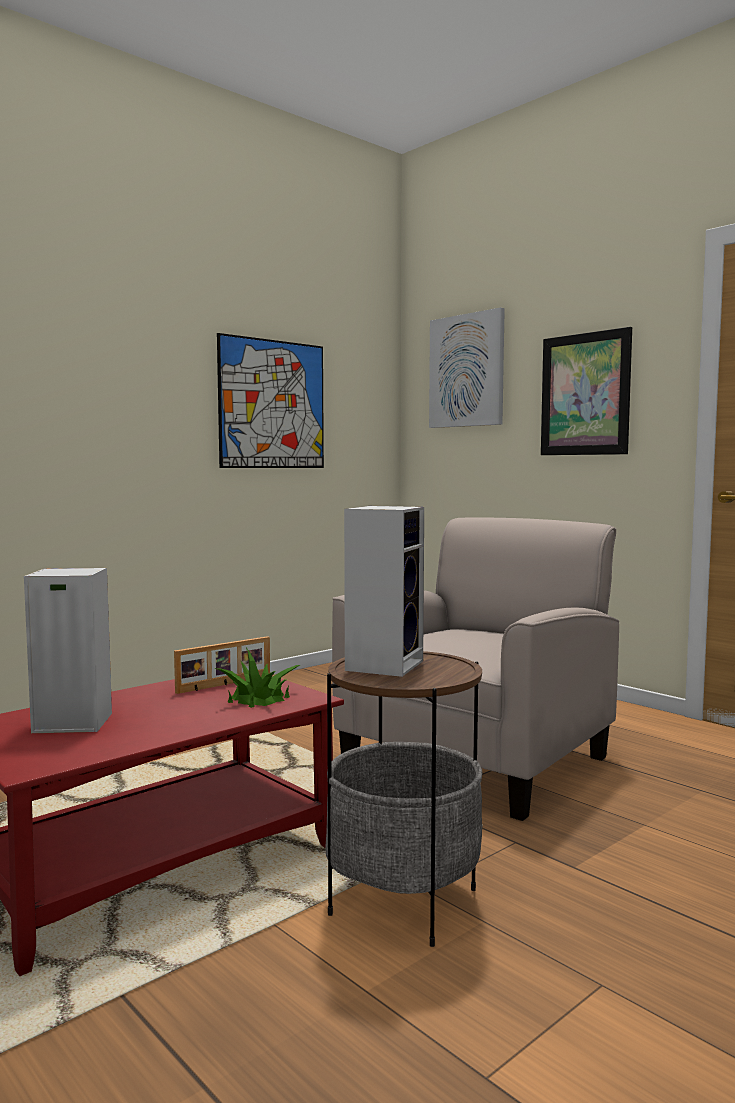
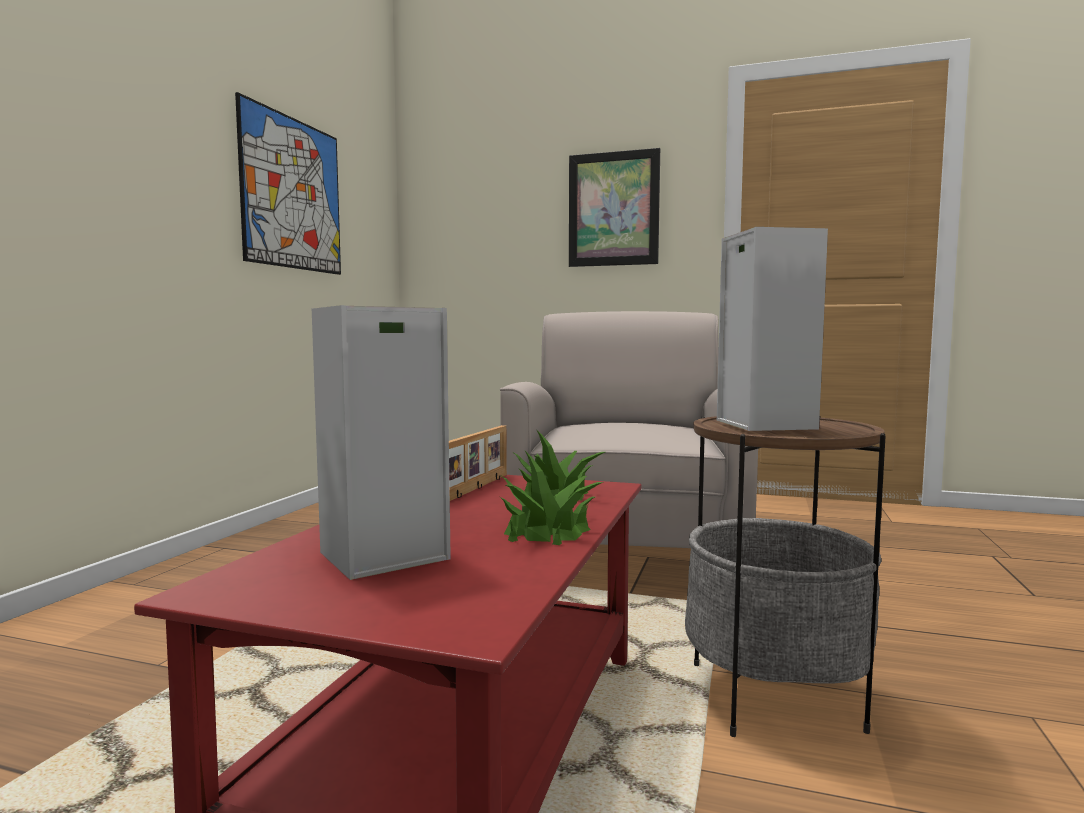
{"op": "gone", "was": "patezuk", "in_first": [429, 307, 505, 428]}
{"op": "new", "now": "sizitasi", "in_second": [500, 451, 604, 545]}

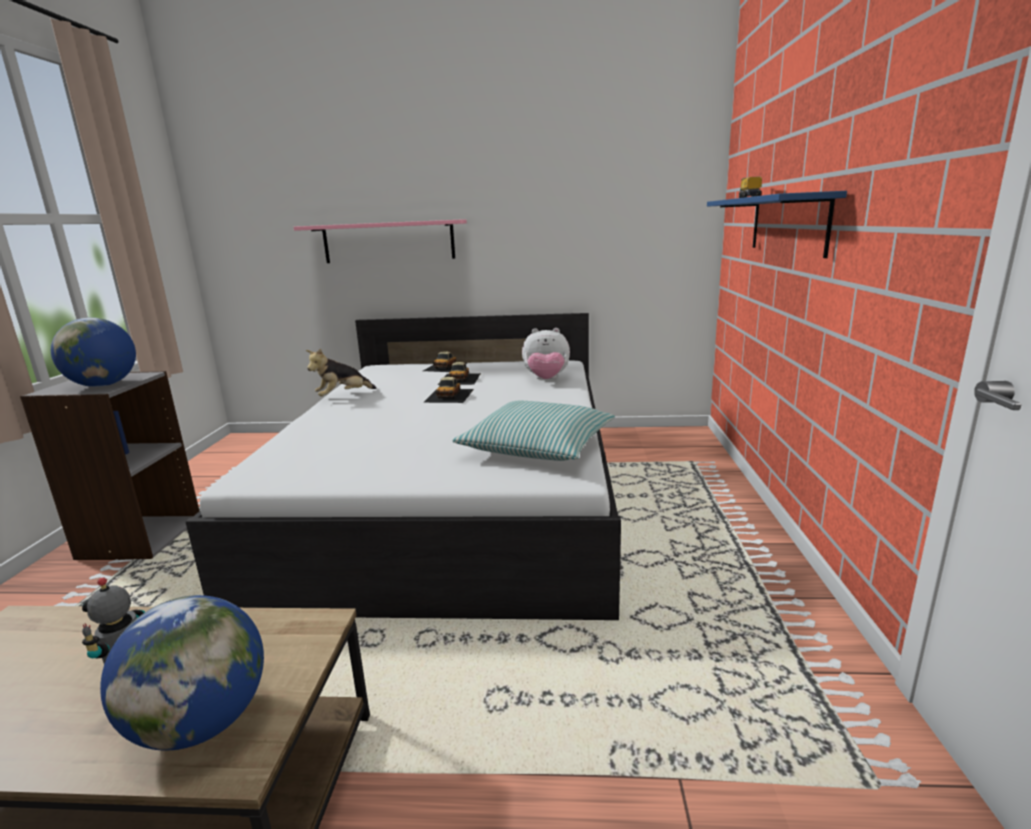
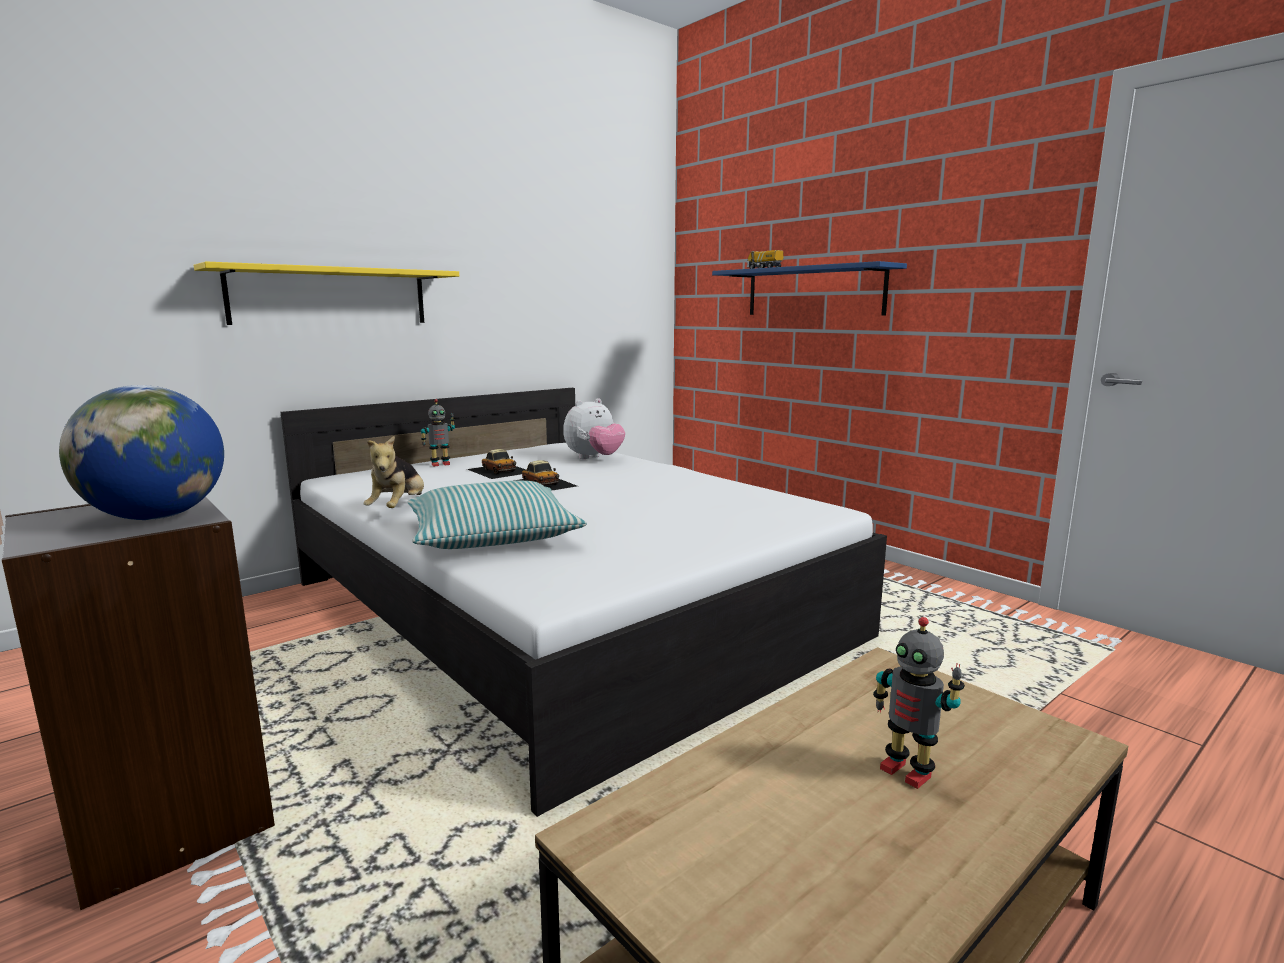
{"op": "gone", "was": "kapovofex", "in_first": [100, 595, 264, 751]}
{"op": "shifted", "was": "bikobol", "in_first": [452, 401, 615, 461], "in_second": [407, 480, 587, 549]}
{"op": "swapped", "was": "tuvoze", "now": "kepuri", "in_first": [423, 351, 467, 372], "in_second": [421, 399, 455, 466]}
{"op": "repainted", "was": "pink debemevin", "now": "yellow debemevin", "in_first": [294, 220, 467, 263], "in_second": [194, 261, 459, 325]}

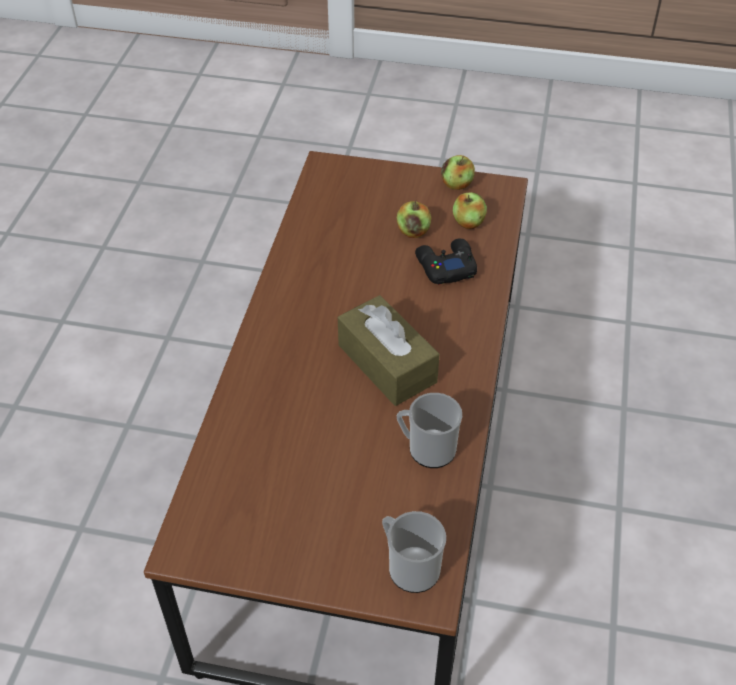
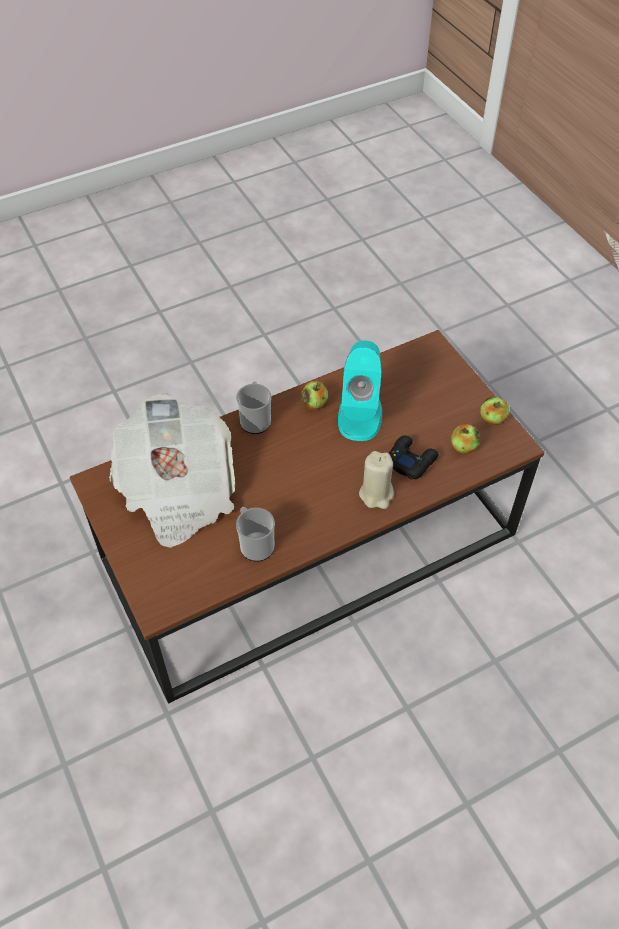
{"op": "gone", "was": "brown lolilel", "in_first": [338, 295, 439, 406]}
{"op": "new", "now": "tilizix", "in_second": [109, 394, 235, 548]}
{"op": "new", "now": "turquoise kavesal", "in_second": [338, 341, 382, 441]}
{"op": "new", "now": "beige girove", "in_second": [359, 451, 394, 509]}
{"op": "shifted", "was": "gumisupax", "in_first": [382, 511, 446, 593], "in_second": [236, 381, 271, 434]}
{"op": "shifted", "was": "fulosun", "in_first": [397, 200, 431, 238], "in_second": [301, 381, 328, 410]}

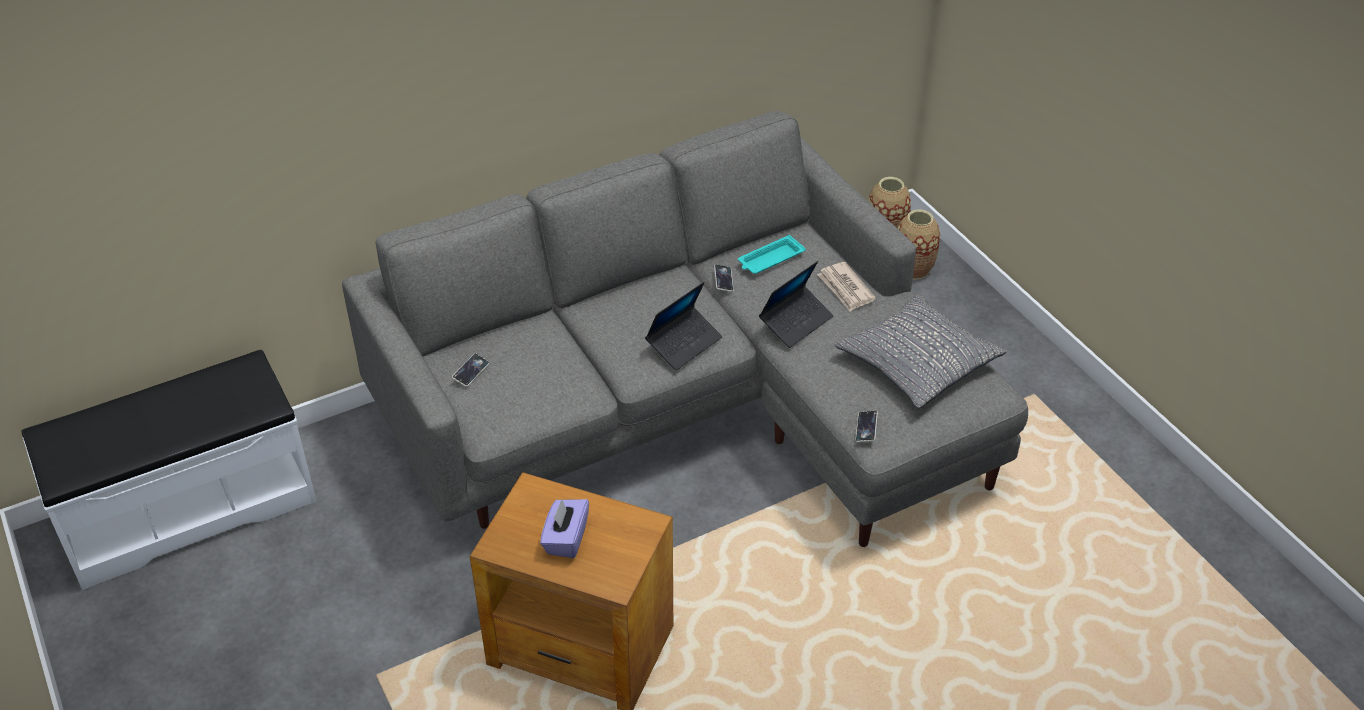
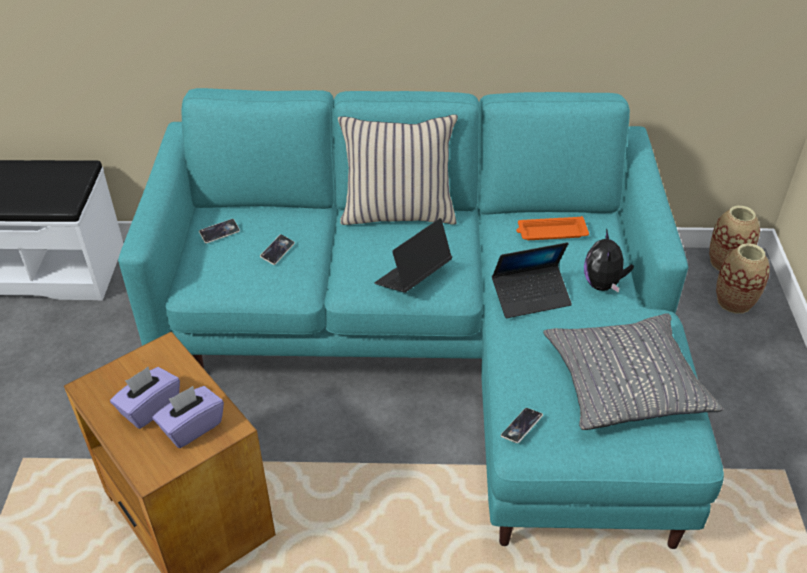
{"op": "new", "now": "purple lolilel", "in_second": [152, 386, 224, 448]}
{"op": "new", "now": "beige bikobol", "in_second": [338, 114, 458, 225]}
{"op": "shifted", "was": "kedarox", "in_first": [714, 265, 734, 292], "in_second": [260, 234, 295, 265]}
{"op": "swapped", "was": "tilizix", "now": "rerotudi", "in_first": [817, 262, 876, 312], "in_second": [584, 228, 634, 293]}
{"op": "repainted", "was": "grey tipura", "now": "turquoise tipura", "in_first": [342, 111, 1028, 547], "in_second": [118, 88, 724, 549]}
{"op": "repainted", "was": "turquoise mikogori", "now": "orange mikogori", "in_first": [738, 235, 806, 274], "in_second": [516, 216, 589, 240]}
{"op": "rotated", "was": "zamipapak", "in_first": [645, 282, 722, 370], "in_second": [375, 218, 452, 293], "clockwise": 150}

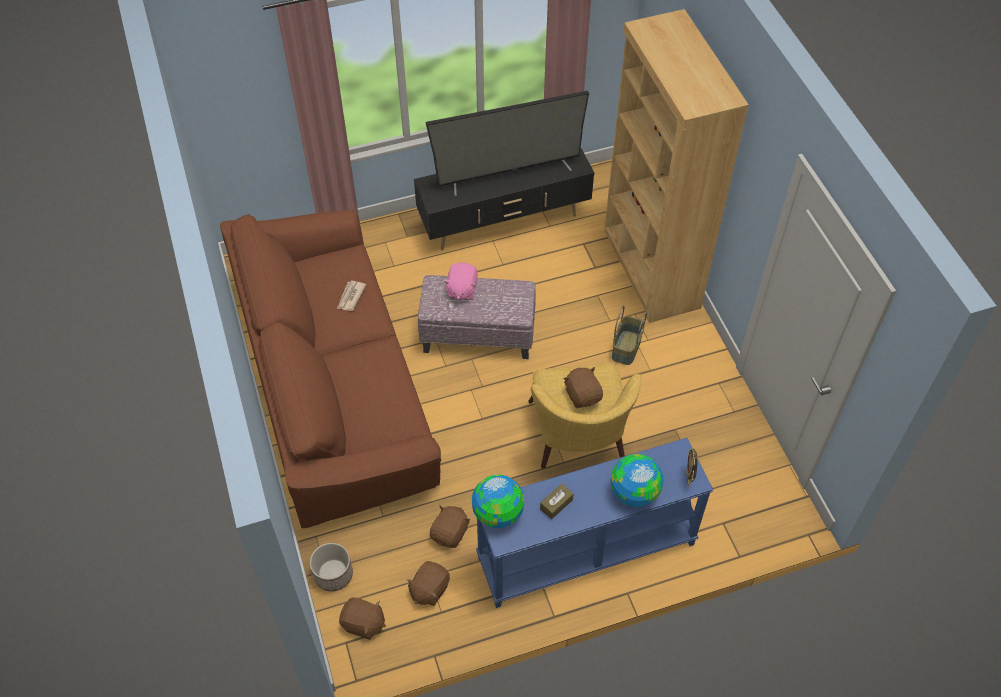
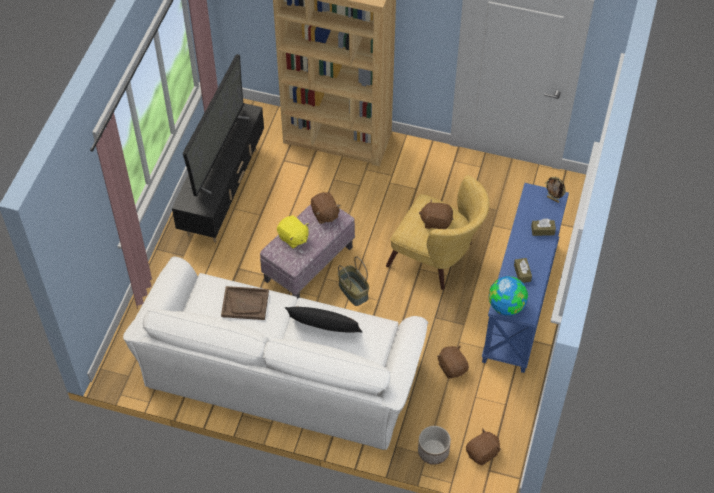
{"op": "new", "now": "black bikobol", "in_second": [285, 306, 363, 333]}
{"op": "shifted", "was": "brown rerotudi", "in_first": [407, 561, 450, 606], "in_second": [311, 192, 341, 224]}
{"op": "shifted", "was": "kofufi", "in_first": [612, 305, 647, 365], "in_second": [338, 256, 369, 306]}
{"op": "swapped", "was": "tilizix", "now": "brown mikogori", "in_first": [337, 281, 366, 311], "in_second": [221, 286, 269, 320]}
{"op": "swapped", "was": "kapovofex", "now": "brown lolilel", "in_first": [611, 454, 663, 507], "in_second": [531, 218, 556, 236]}
{"op": "repainted", "was": "brown tipura", "now": "white tipura", "in_first": [220, 209, 441, 528], "in_second": [123, 257, 428, 450]}
{"op": "repainted", "was": "pink rerotudi", "now": "yellow rerotudi", "in_first": [444, 262, 478, 300], "in_second": [277, 216, 309, 248]}

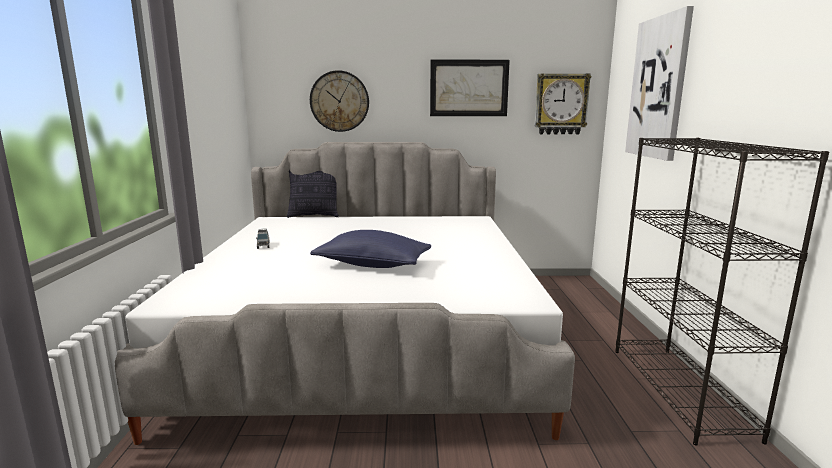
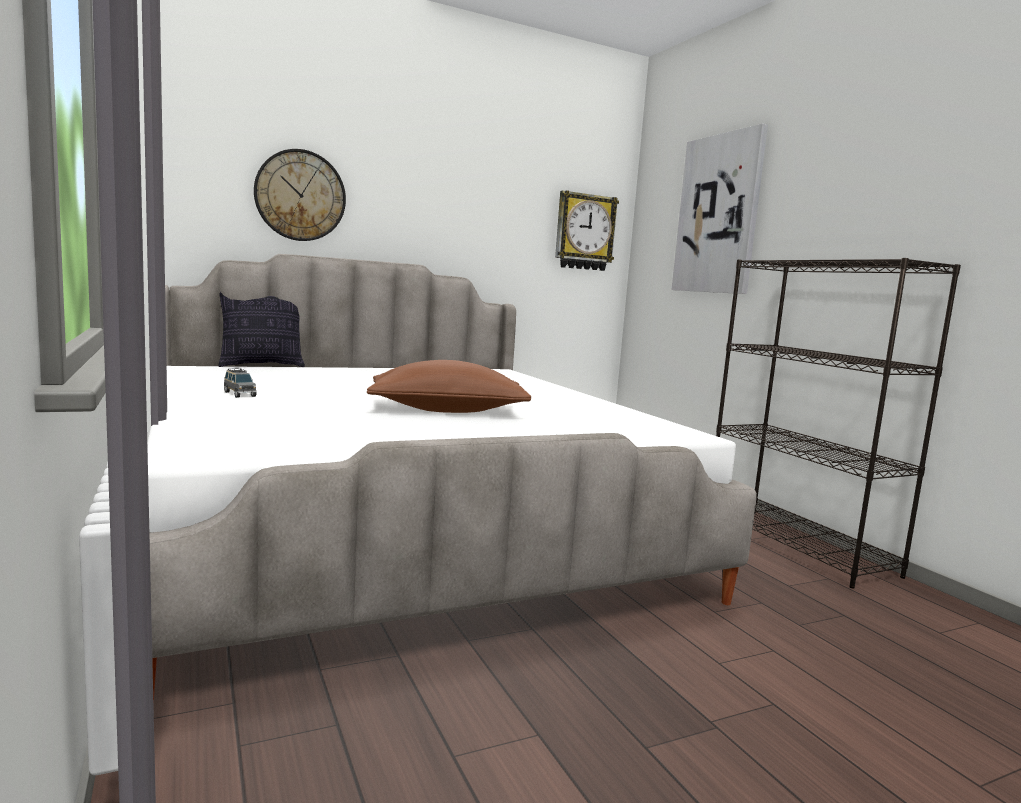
{"op": "gone", "was": "patezuk", "in_first": [430, 60, 510, 116]}
{"op": "repainted", "was": "blue bikobol", "now": "brown bikobol", "in_first": [310, 230, 432, 268], "in_second": [367, 360, 531, 413]}

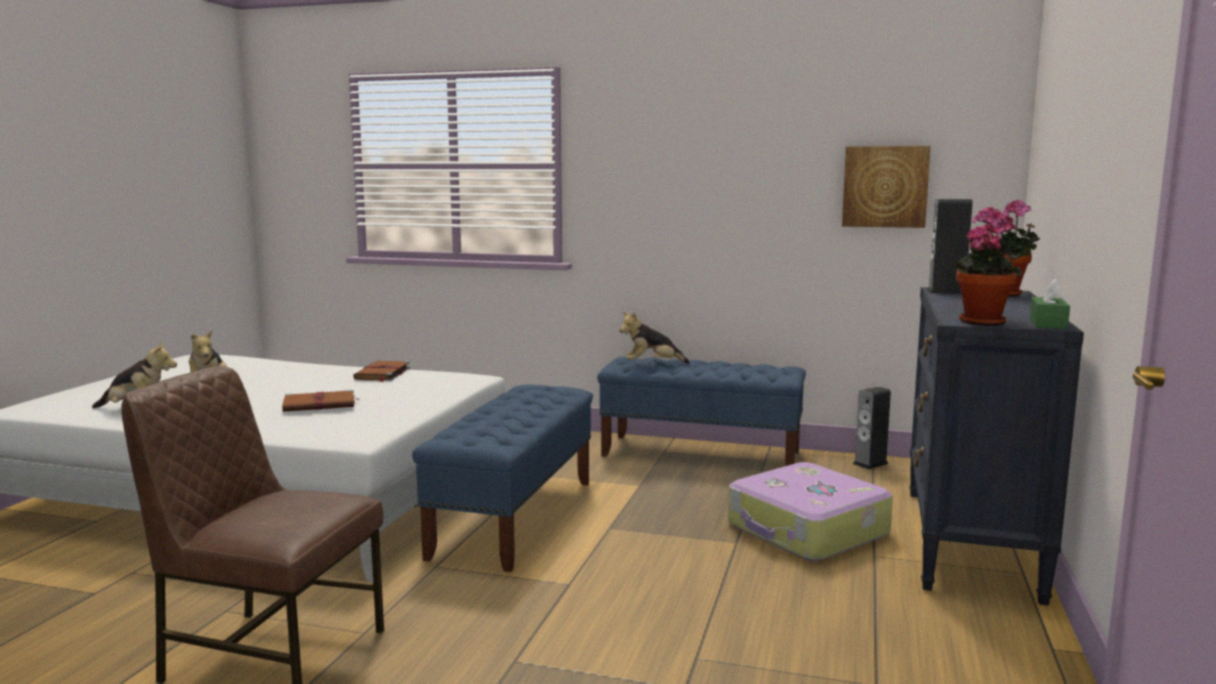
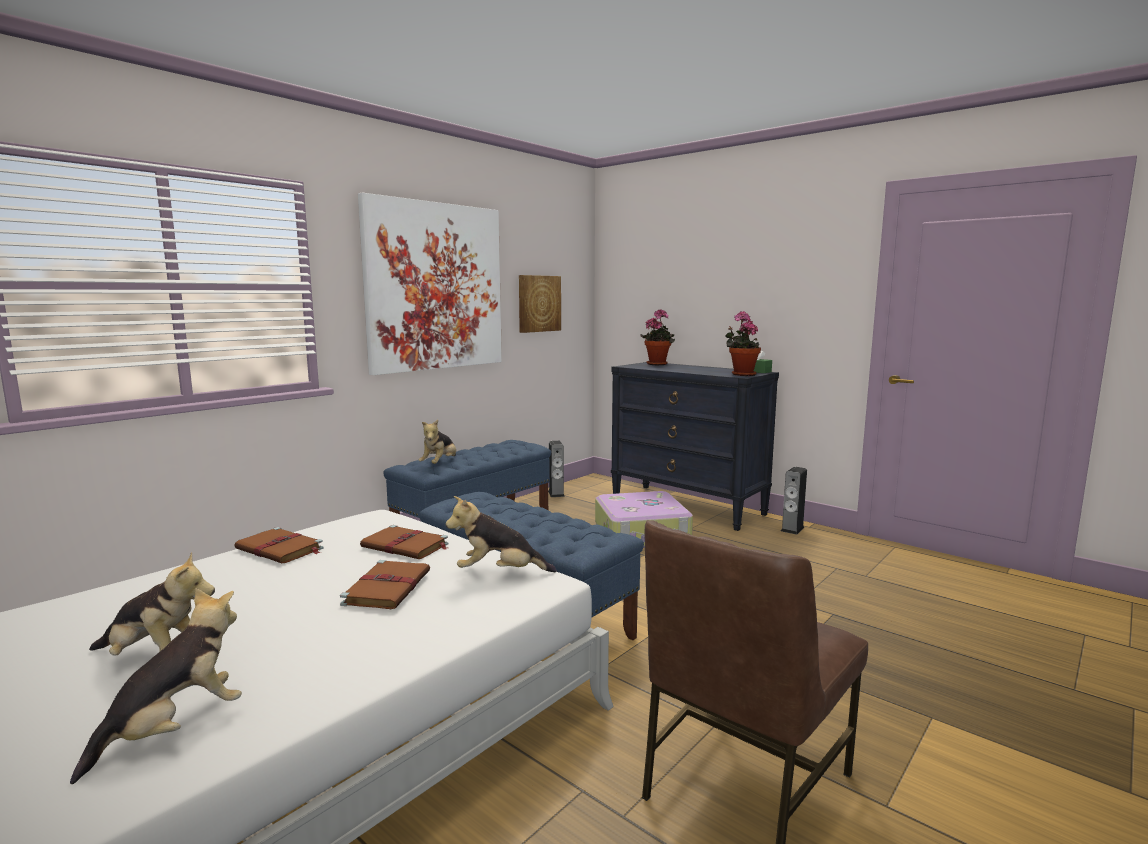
{"op": "new", "now": "patezuk", "in_second": [358, 193, 502, 375]}
{"op": "new", "now": "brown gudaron", "in_second": [360, 525, 448, 559]}
{"op": "new", "now": "rerotudi", "in_second": [446, 496, 557, 572]}
{"op": "shifted", "was": "kavesal", "in_first": [926, 199, 973, 294], "in_second": [781, 467, 807, 535]}

